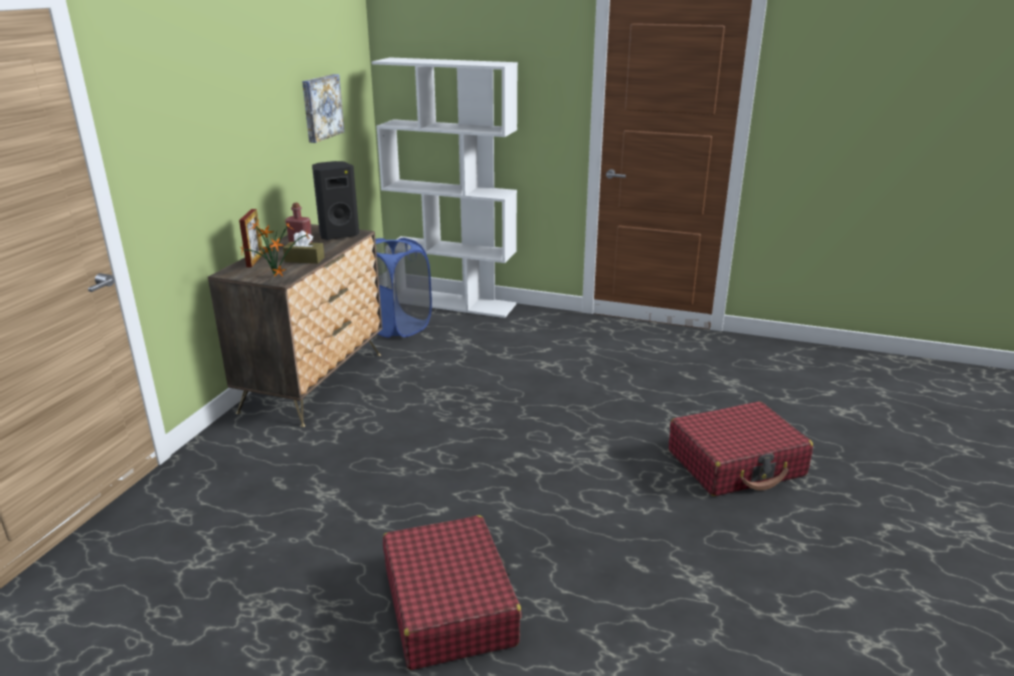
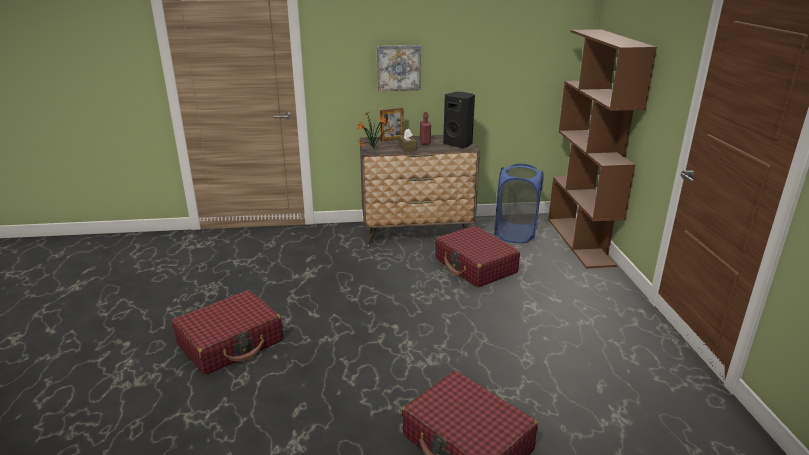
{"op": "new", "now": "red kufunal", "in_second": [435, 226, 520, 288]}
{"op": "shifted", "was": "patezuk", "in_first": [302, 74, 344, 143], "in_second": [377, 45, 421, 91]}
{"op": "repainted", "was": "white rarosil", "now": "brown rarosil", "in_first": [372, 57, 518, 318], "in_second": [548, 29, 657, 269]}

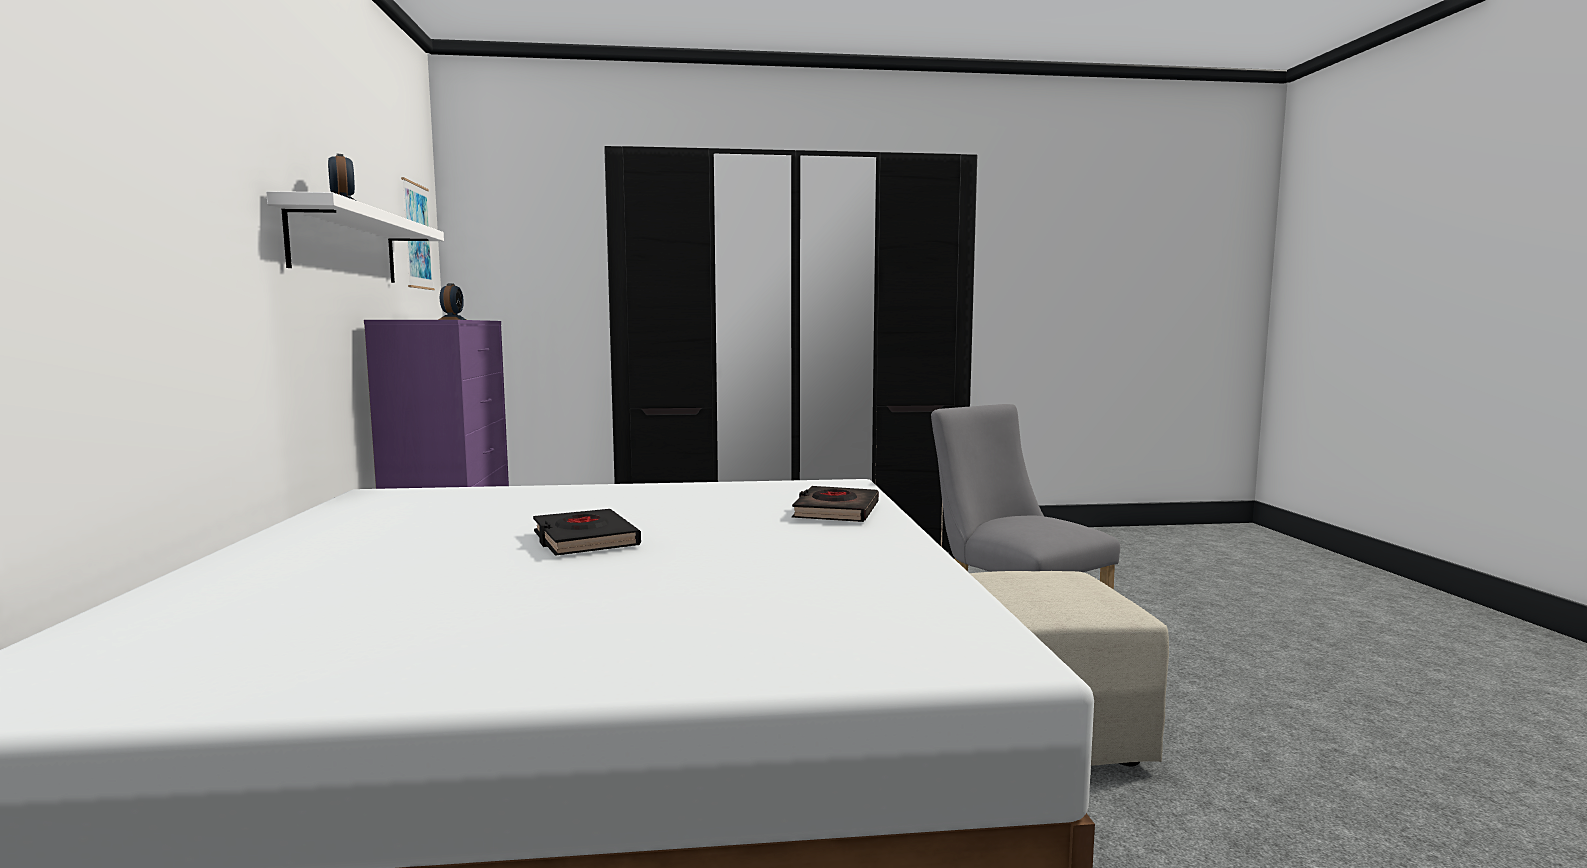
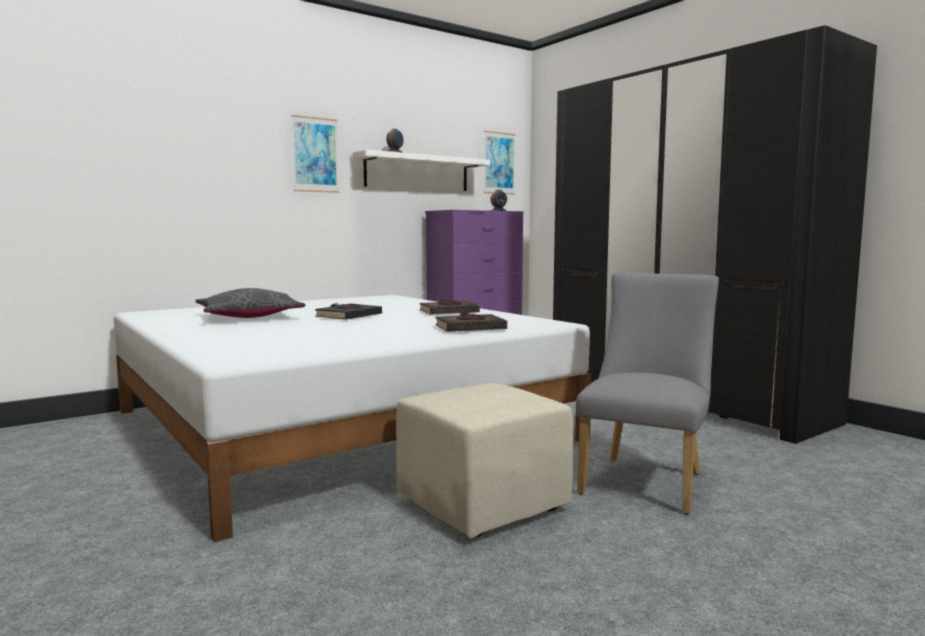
{"op": "new", "now": "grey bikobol", "in_second": [195, 288, 305, 318]}
{"op": "new", "now": "patezuk", "in_second": [291, 115, 339, 193]}
{"op": "new", "now": "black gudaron", "in_second": [420, 299, 480, 315]}

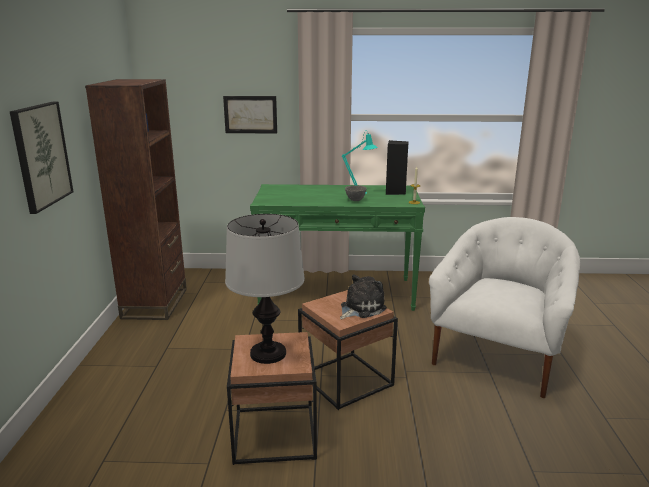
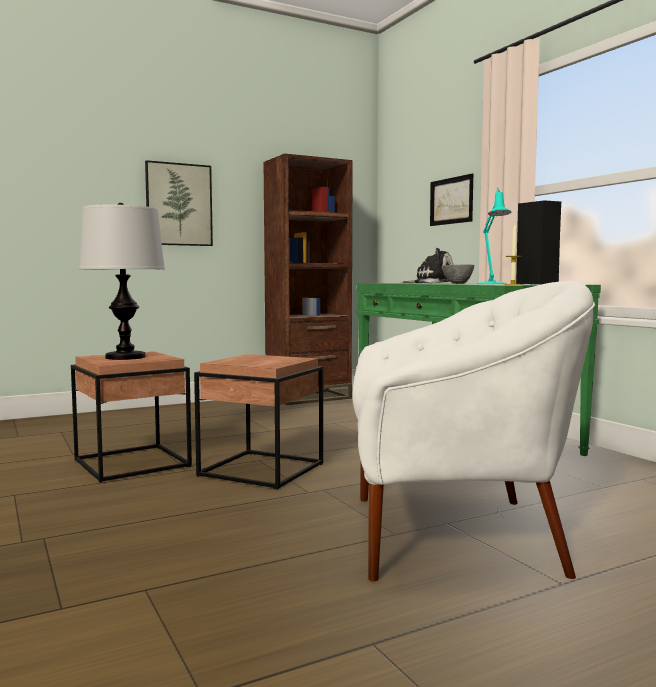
{"op": "shifted", "was": "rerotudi", "in_first": [340, 274, 387, 319], "in_second": [400, 248, 453, 283]}

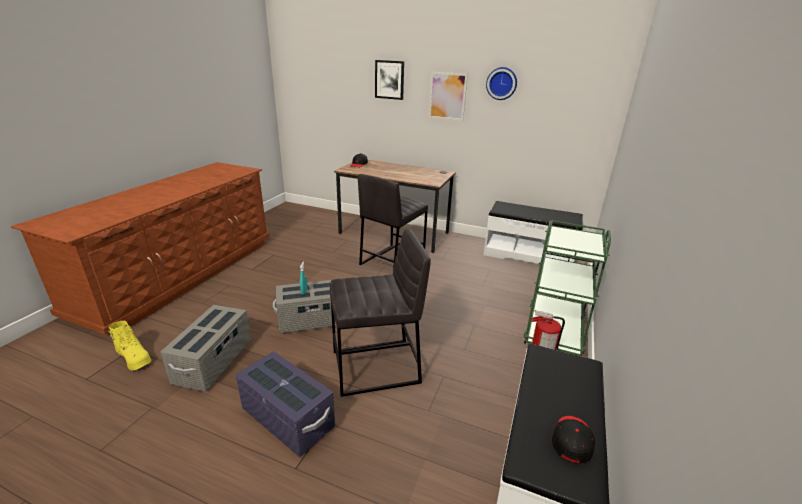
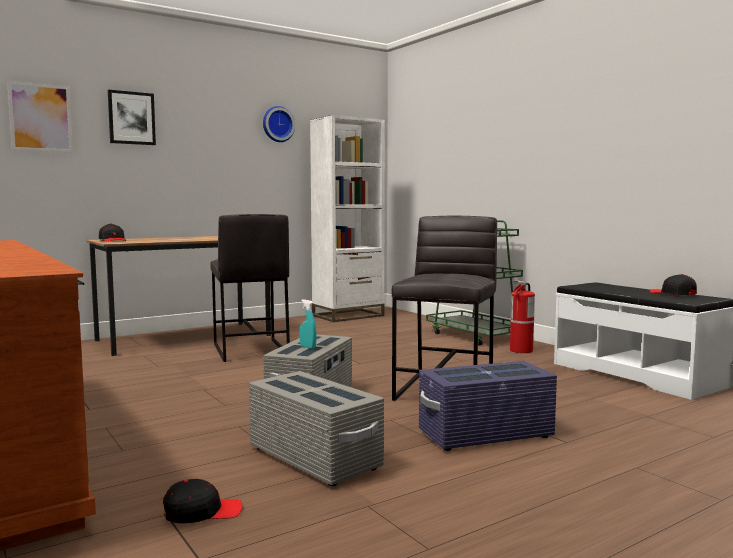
{"op": "shifted", "was": "patezuk", "in_first": [429, 72, 468, 121], "in_second": [7, 81, 73, 152]}
{"op": "swapped", "was": "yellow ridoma", "now": "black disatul", "in_first": [109, 321, 151, 371], "in_second": [163, 479, 243, 524]}
{"op": "swapped", "was": "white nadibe", "now": "white rarosil", "in_first": [483, 201, 583, 264], "in_second": [310, 115, 385, 322]}

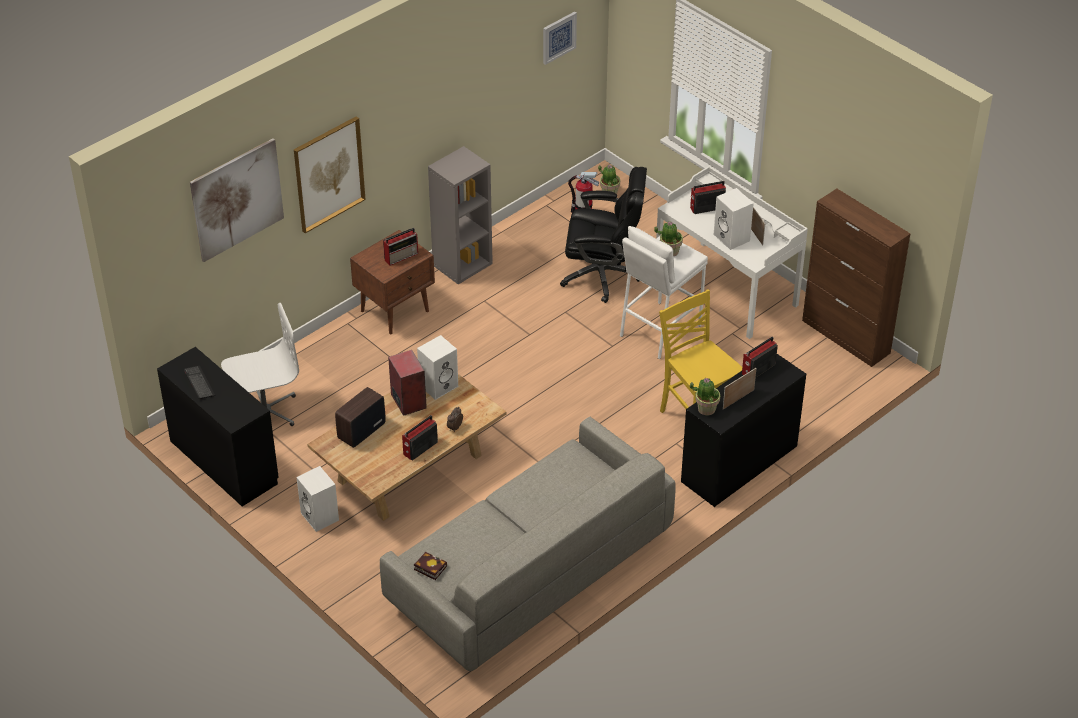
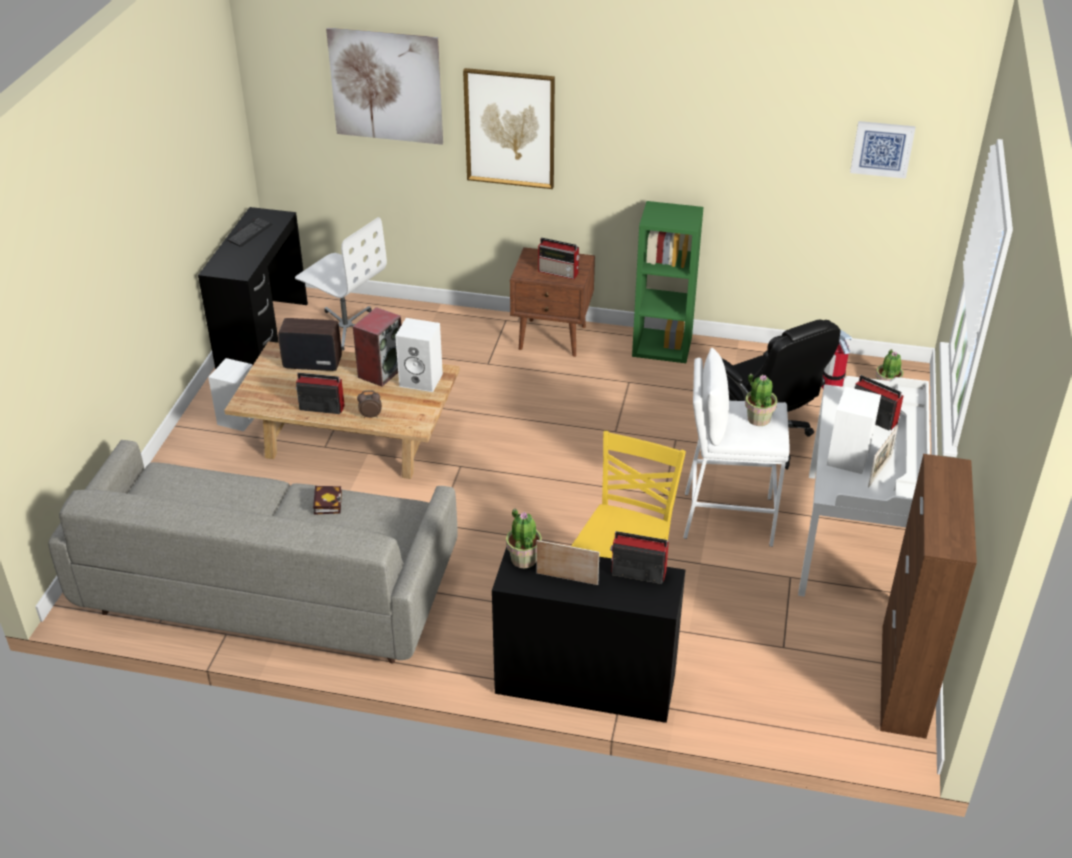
{"op": "shifted", "was": "gudaron", "in_first": [414, 552, 447, 580], "in_second": [313, 486, 342, 515]}
{"op": "repainted", "was": "grey rarosil", "now": "green rarosil", "in_first": [428, 146, 493, 284], "in_second": [632, 201, 704, 363]}

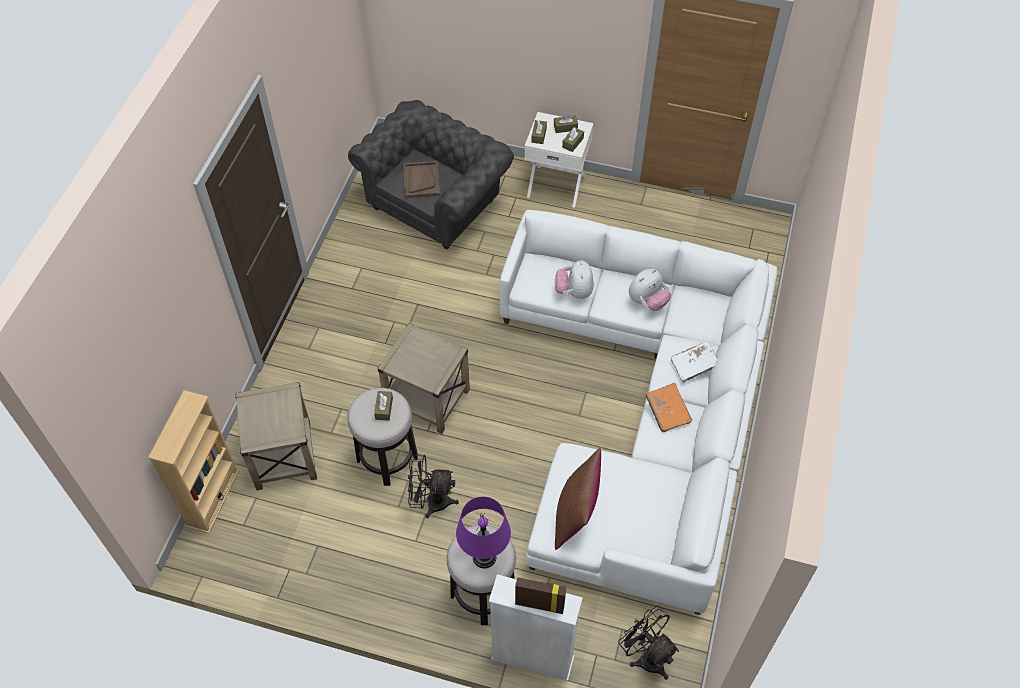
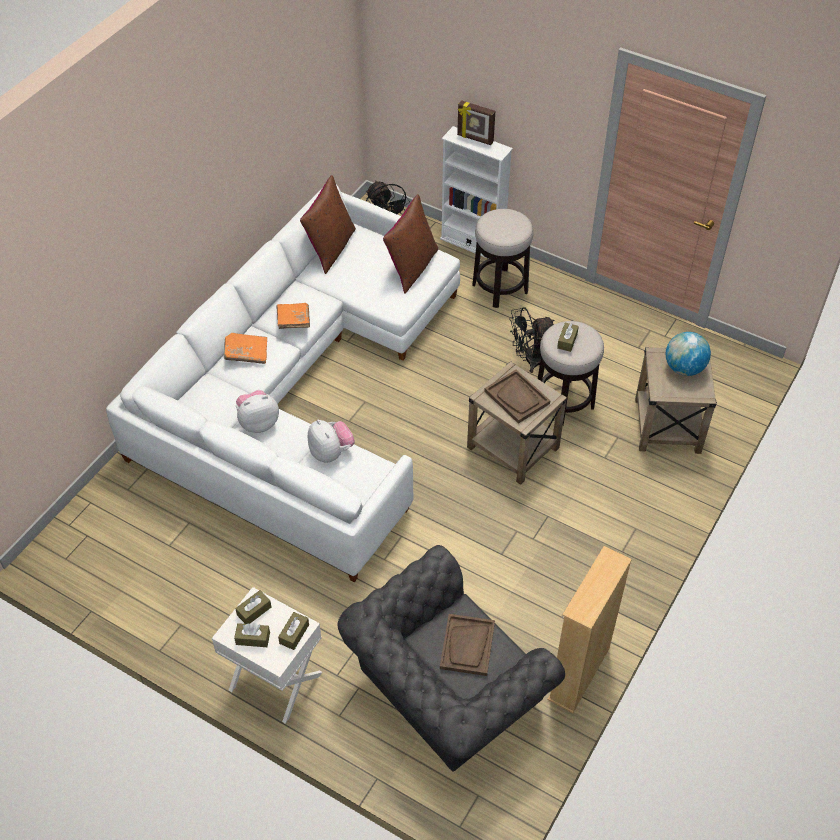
{"op": "gone", "was": "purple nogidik", "in_first": [456, 497, 511, 569]}
{"op": "new", "now": "brown bikobol", "in_second": [300, 175, 356, 274]}
{"op": "new", "now": "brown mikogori", "in_second": [484, 370, 550, 424]}
{"op": "new", "now": "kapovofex", "in_second": [666, 332, 711, 376]}
{"op": "shifted", "was": "beige rarosil", "in_first": [148, 390, 240, 534], "in_second": [547, 546, 632, 713]}
{"op": "repainted", "was": "white gudaron", "now": "orange gudaron", "in_first": [671, 341, 717, 383], "in_second": [224, 333, 267, 364]}
{"op": "rotated", "was": "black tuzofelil", "in_first": [408, 455, 459, 518], "in_second": [509, 307, 555, 373], "clockwise": 150}
{"op": "rotated", "was": "rerotudi", "in_first": [555, 260, 594, 299], "in_second": [308, 420, 355, 463], "clockwise": -45}

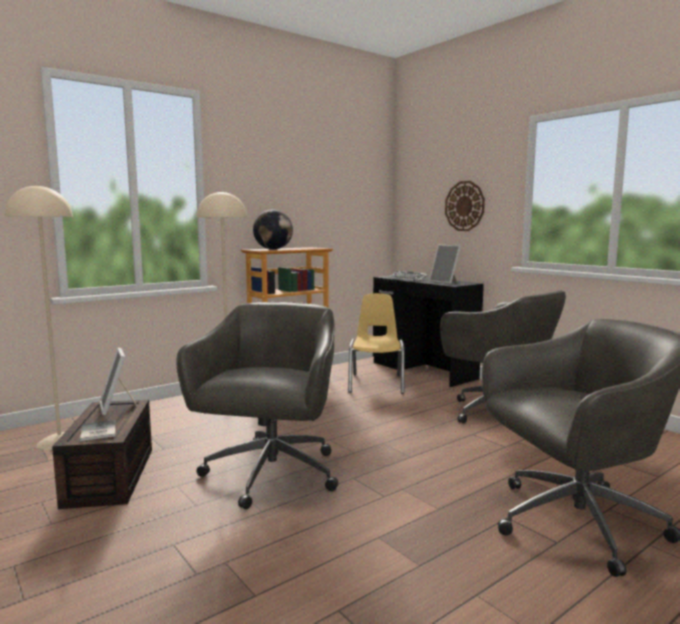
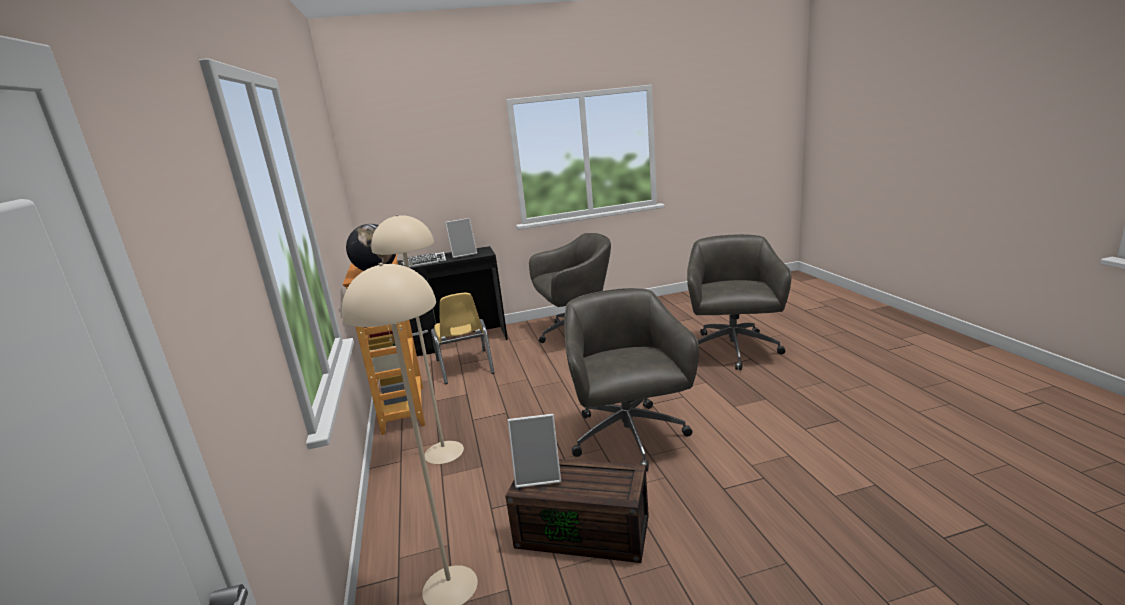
{"op": "gone", "was": "gudaron", "in_first": [80, 420, 116, 441]}
{"op": "gone", "was": "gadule", "in_first": [445, 181, 485, 231]}
{"op": "rotated", "was": "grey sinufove", "in_first": [176, 302, 338, 510], "in_second": [564, 288, 699, 472], "clockwise": 45}
{"op": "rotated", "was": "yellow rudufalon", "in_first": [348, 293, 405, 394], "in_second": [431, 293, 494, 384], "clockwise": -135}

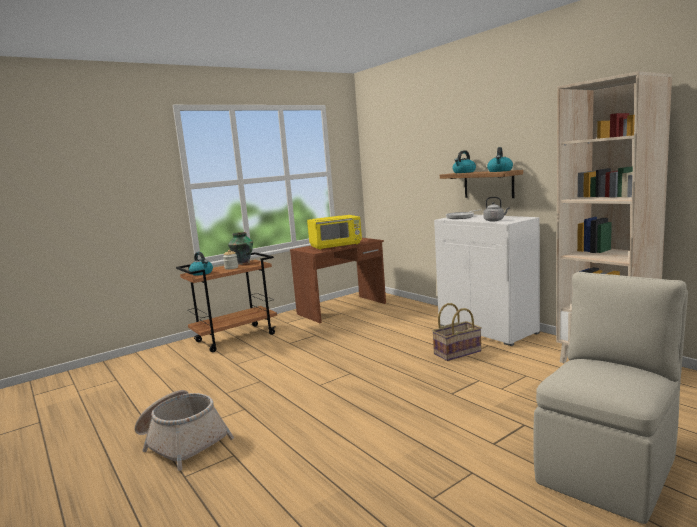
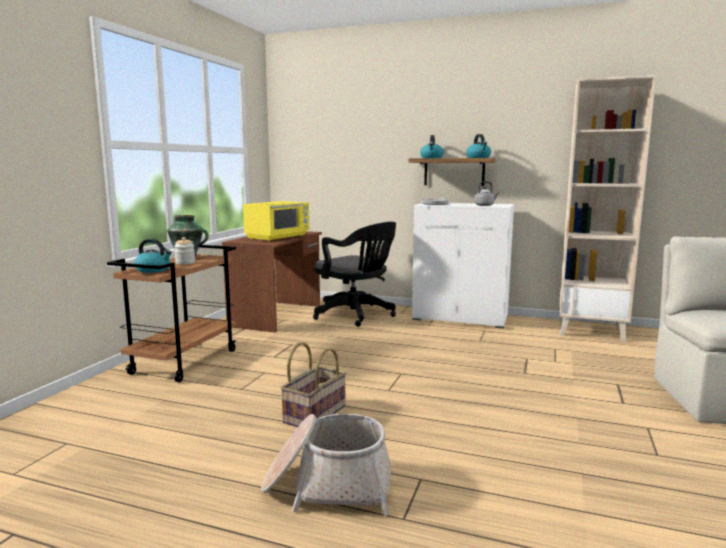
{"op": "new", "now": "black sinufove", "in_second": [313, 222, 396, 327]}
{"op": "shifted", "was": "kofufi", "in_first": [432, 303, 481, 361], "in_second": [280, 342, 346, 427]}

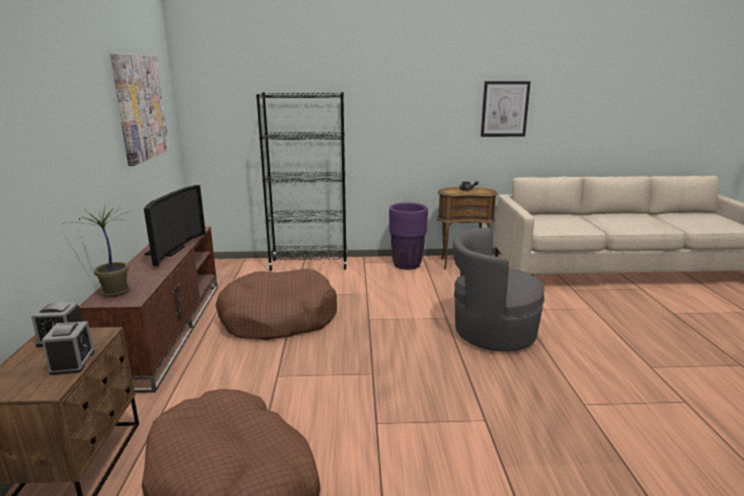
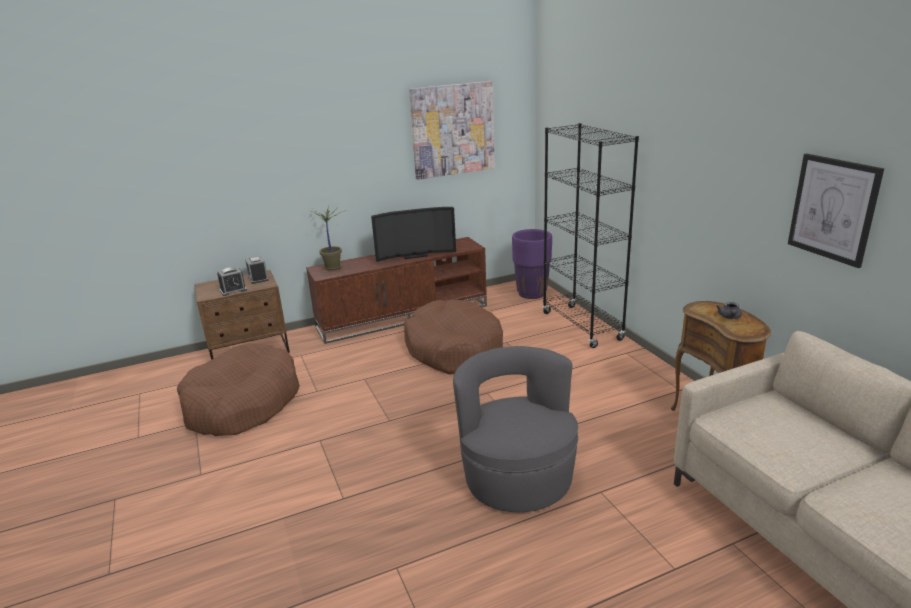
{"op": "shifted", "was": "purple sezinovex", "in_first": [389, 202, 428, 270], "in_second": [512, 229, 552, 299]}

